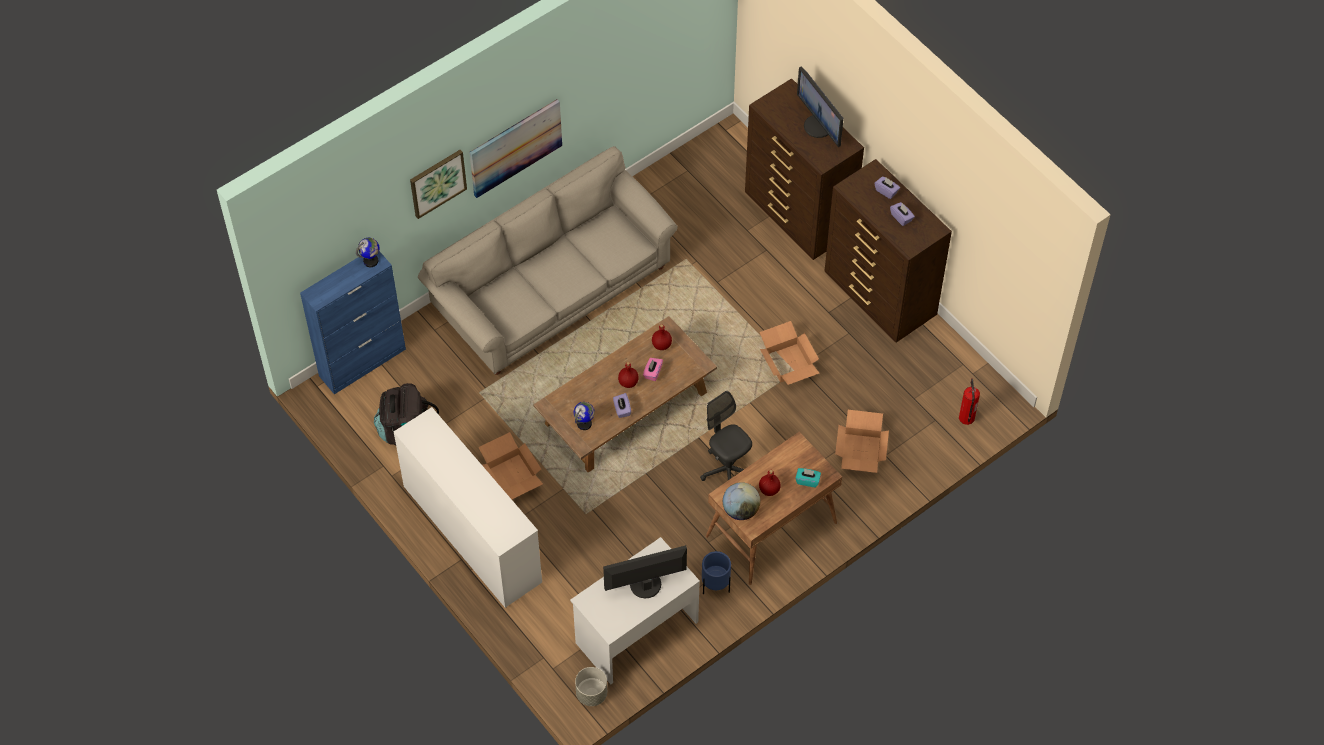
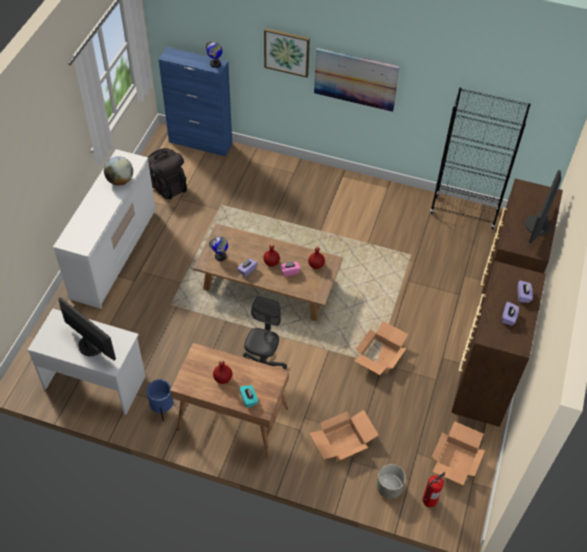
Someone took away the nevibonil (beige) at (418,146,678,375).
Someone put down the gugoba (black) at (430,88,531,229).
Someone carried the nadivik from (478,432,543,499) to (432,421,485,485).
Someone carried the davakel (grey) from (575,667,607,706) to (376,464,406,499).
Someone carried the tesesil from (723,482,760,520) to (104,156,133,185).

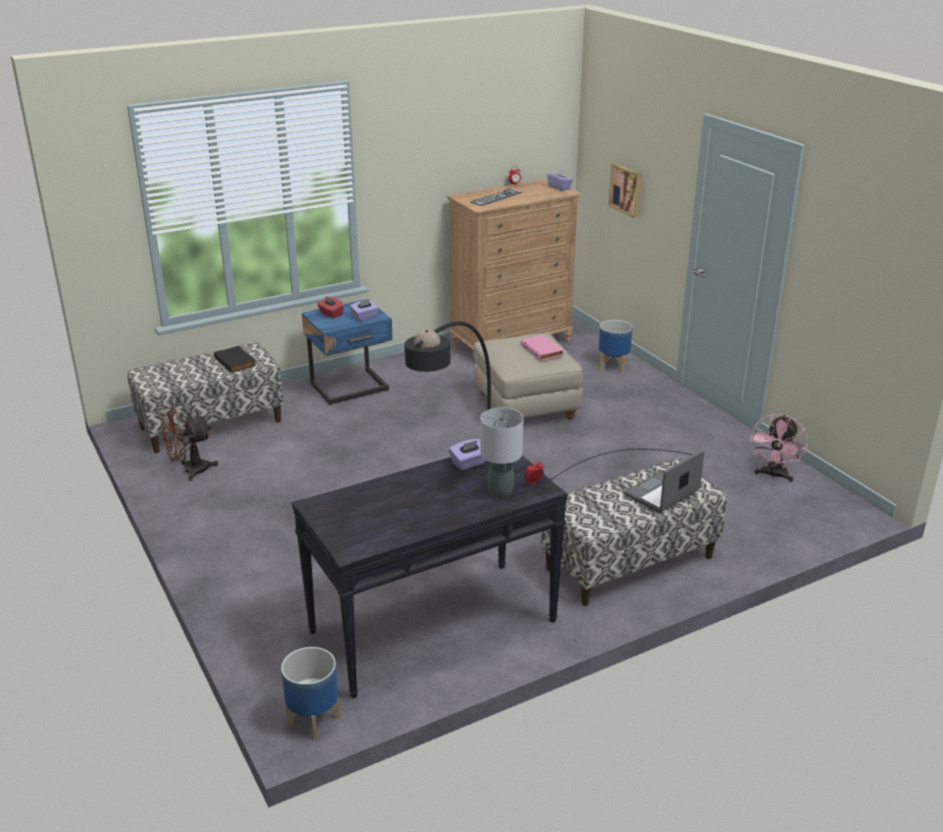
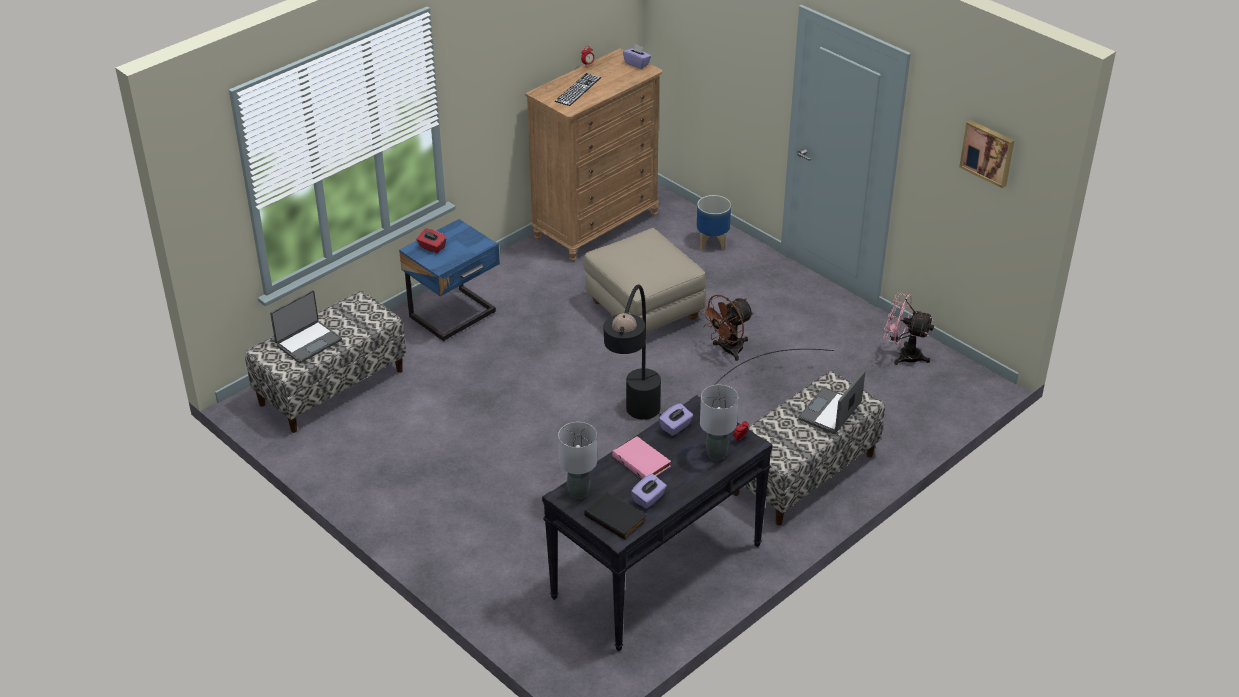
Someone took away the davakel at (281,647,340,740).
Someone put down the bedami at (270,290,342,363).
Someone put down the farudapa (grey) at (558,422,597,499).
Someone carried the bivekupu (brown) from (159,407,218,481) to (700,295,754,361).
Someone carried the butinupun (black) from (214,346,256,373) to (584,492,647,540).
Someone carried the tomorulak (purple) from (350,299,379,321) to (631,474,667,509).
Someone carried the butinupun (pink) from (521,335,564,361) to (612,436,671,479).
Someone carried the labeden from (609,163,642,218) to (959,120,1014,188).
Someone rotated the bivekupu (pink) at (750,414,808,482) by 105 degrees clockwise.

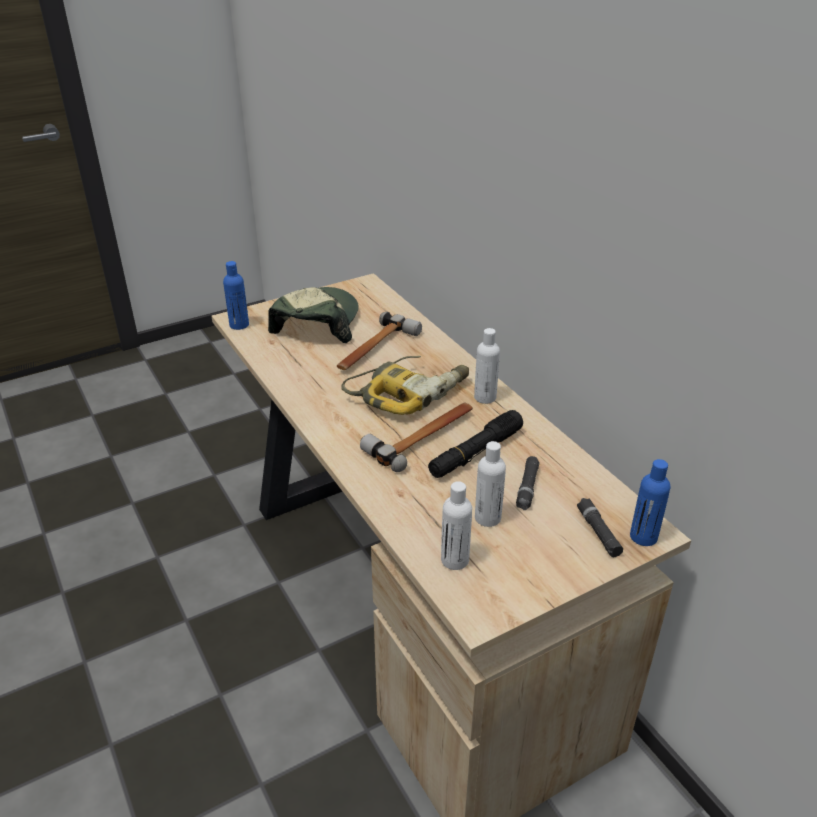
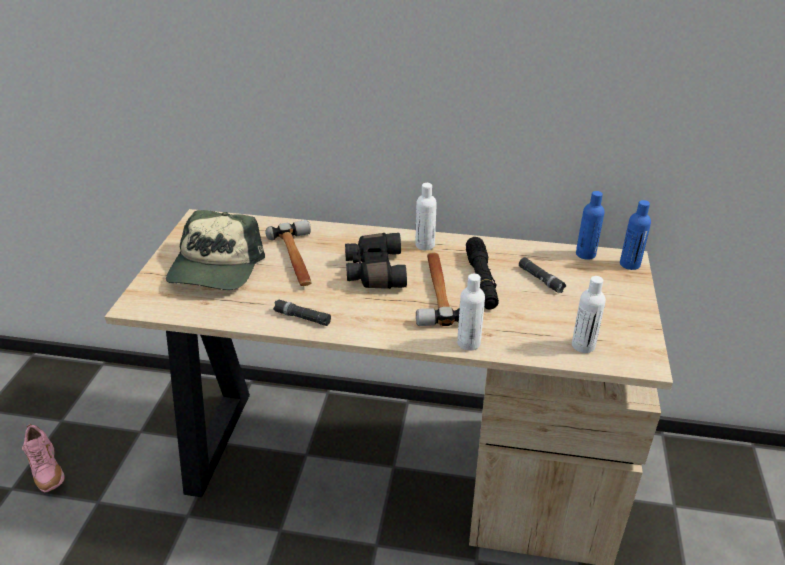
Someone put down the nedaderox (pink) at (22,424,65,493).
Someone carried the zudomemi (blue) from (223,261,249,330) to (576,191,605,260).
Someone carried the zudomemi (white) from (475,441,506,527) to (457,273,485,351).
Someone carried the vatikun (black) from (577,498,623,557) to (273,299,331,326).
Someone swapped the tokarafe at (341,356,469,415) for the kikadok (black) at (345,233,407,289).
Someone rotated the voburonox at (268,287,358,343) by 135 degrees counterclockwise.

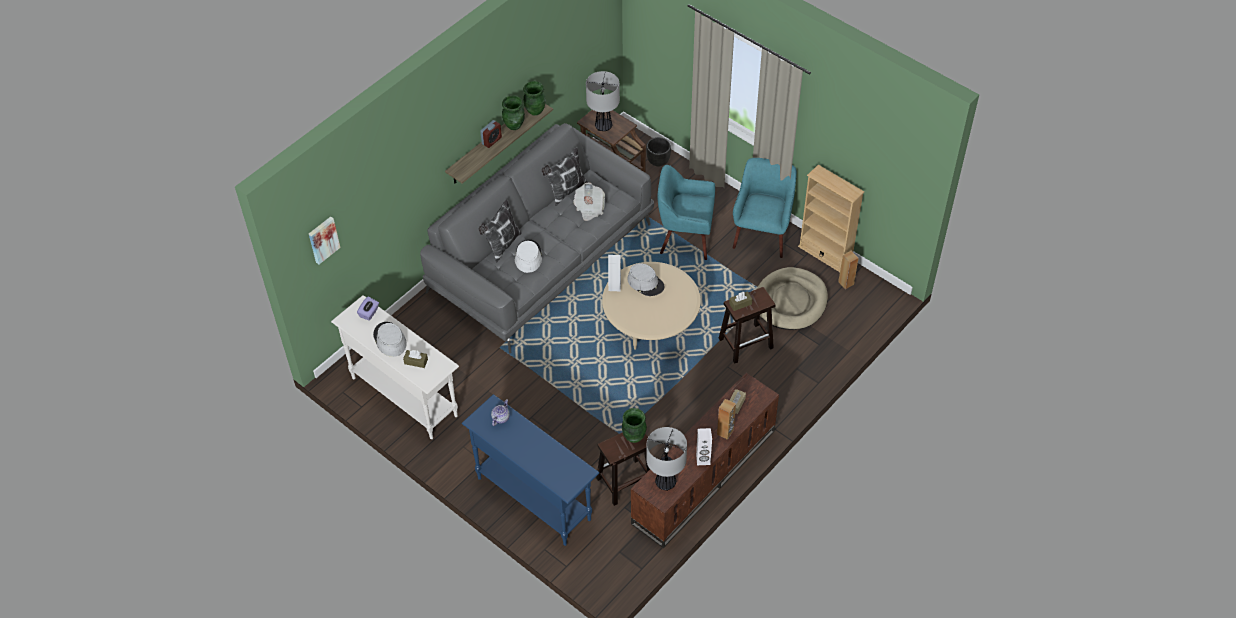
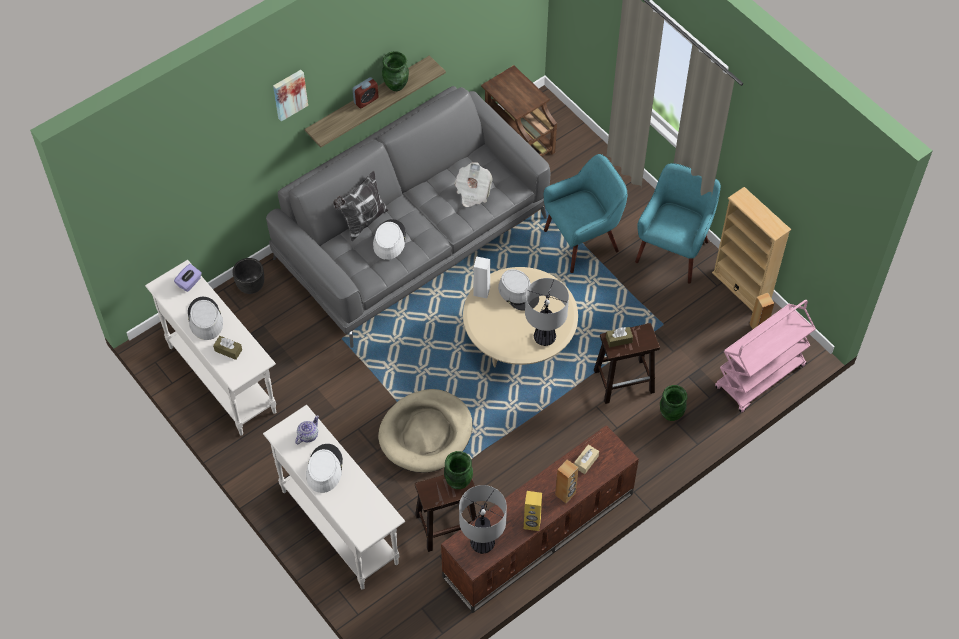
Someone took away the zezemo at (541,147,588,206).
Someone put down the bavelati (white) at (306,444,343,493).
Someone put down the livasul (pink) at (715,300,816,413).
Someone carried the labeden from (309,217,341,264) to (273,70,308,121).
Someone carried the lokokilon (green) from (523,81,546,116) to (660,385,687,421).
Someone carried the farudapa from (586,71,620,131) to (525,278,569,346).
Someone carried the davakel (black) from (646,137,671,166) to (233,258,264,294).
Someone carried the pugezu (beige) from (757,267,828,330) to (378,389,472,473).
Someone repainted the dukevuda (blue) at (462,394,600,546), which became the dukevuda (white) at (263,405,405,590).
Someone repainted the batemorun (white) at (696,428,712,465), which became the batemorun (yellow) at (524,491,542,531).
Someone rotated the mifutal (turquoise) at (657,165,715,260) by 135 degrees clockwise.

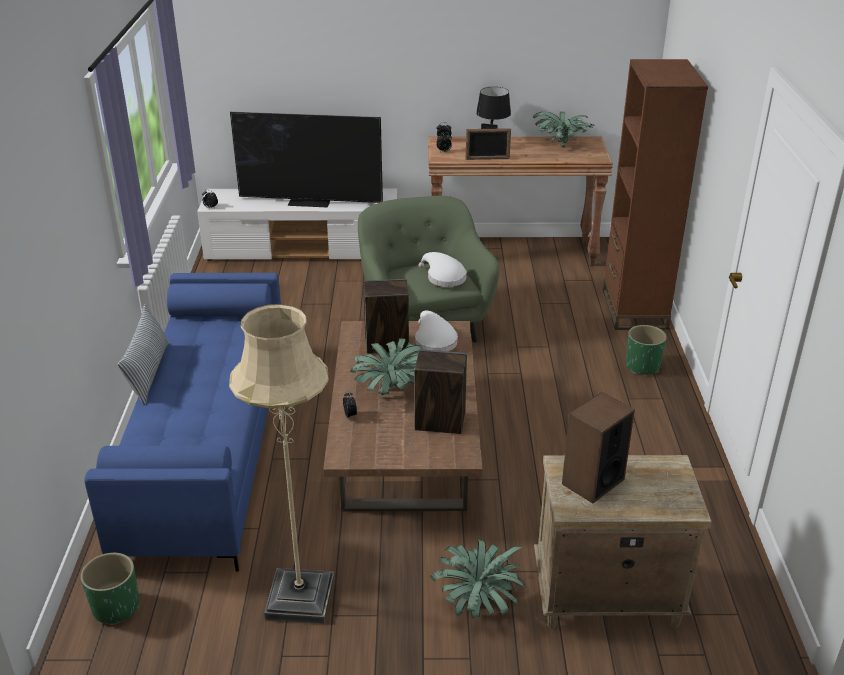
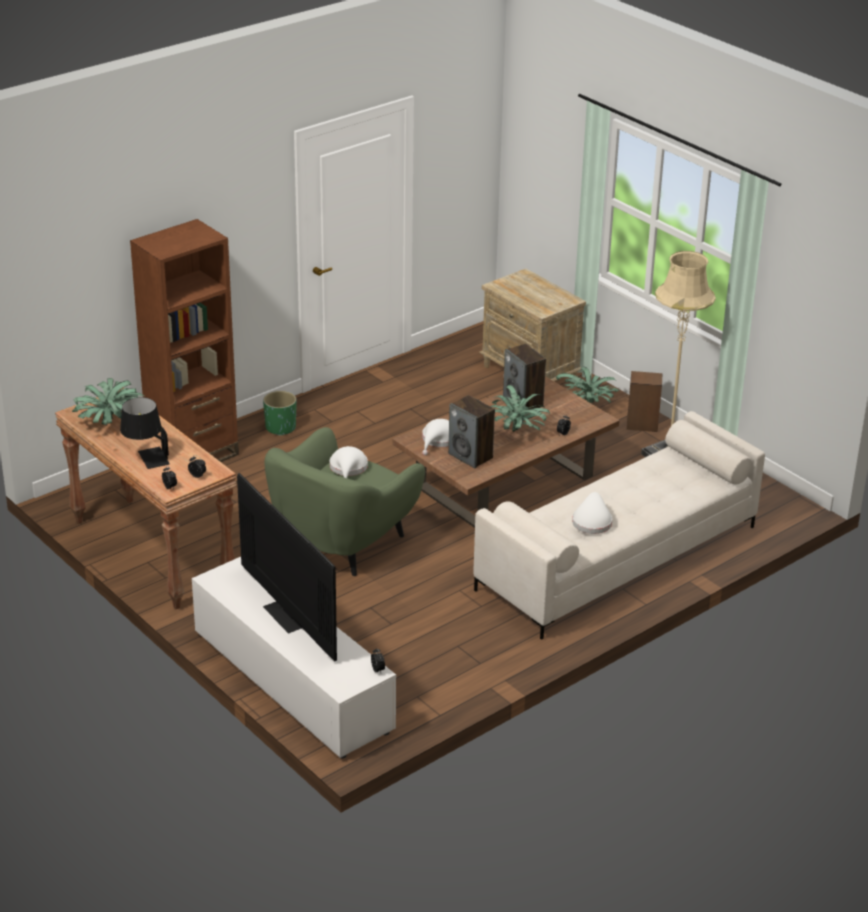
Someone took away the davakel (green) at (81,553,139,625).
Someone took away the zezemo at (118,304,168,405).
Someone took away the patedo at (466,128,511,160).
Someone put down the bavelati (white) at (572,492,612,534).
Someone carried the batemorun from (562,392,635,503) to (627,371,663,432).
Someone repainted the nevibonil (blue) at (85,273,281,572), which became the nevibonil (white) at (473,411,765,640).

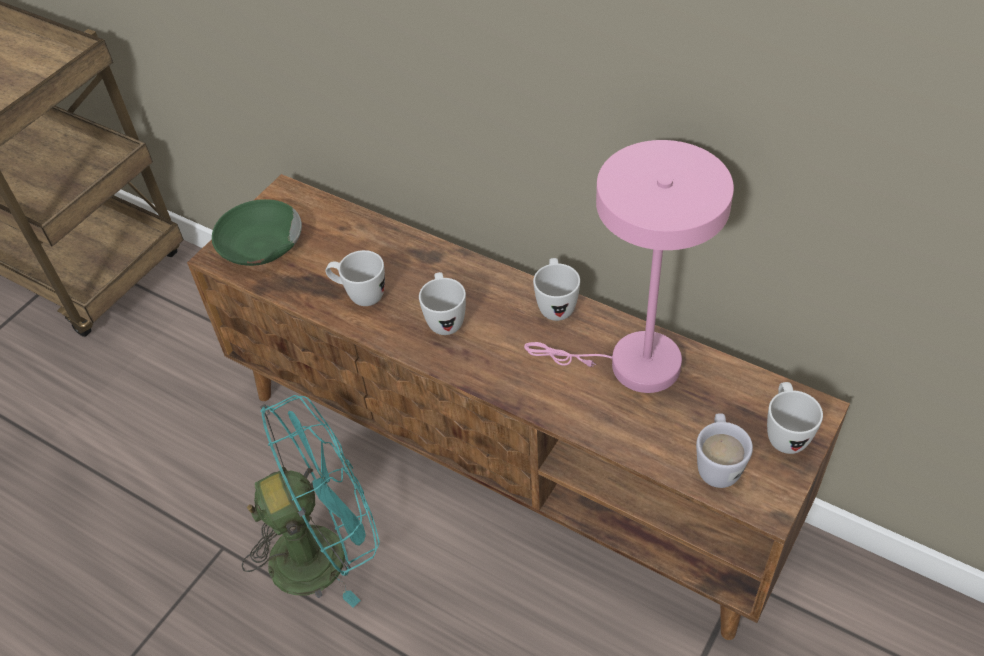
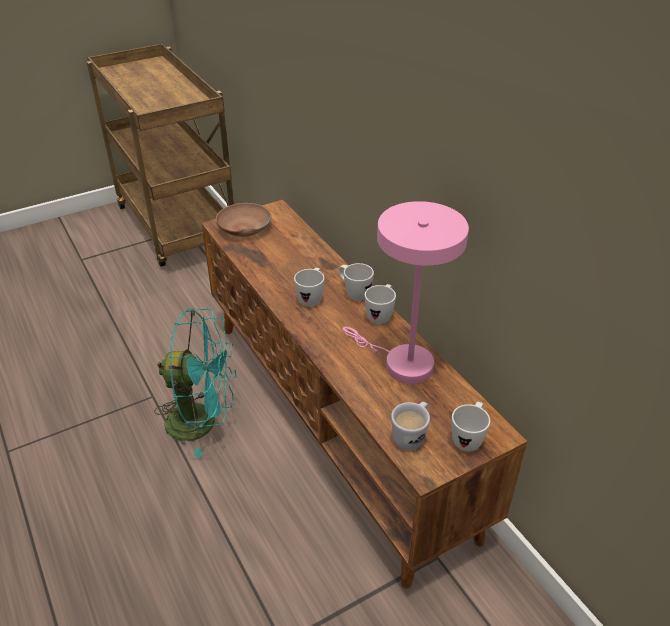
Someone carried the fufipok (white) from (326,250,385,306) to (339,263,374,300).
Someone repainted the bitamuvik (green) at (212,199,302,266), which became the bitamuvik (brown) at (216,203,271,237).

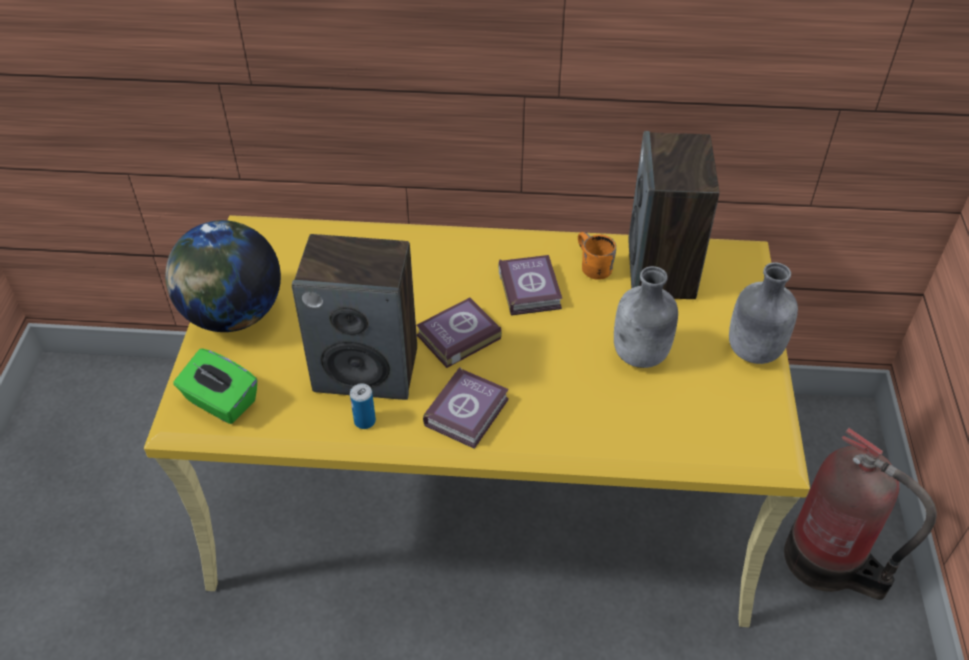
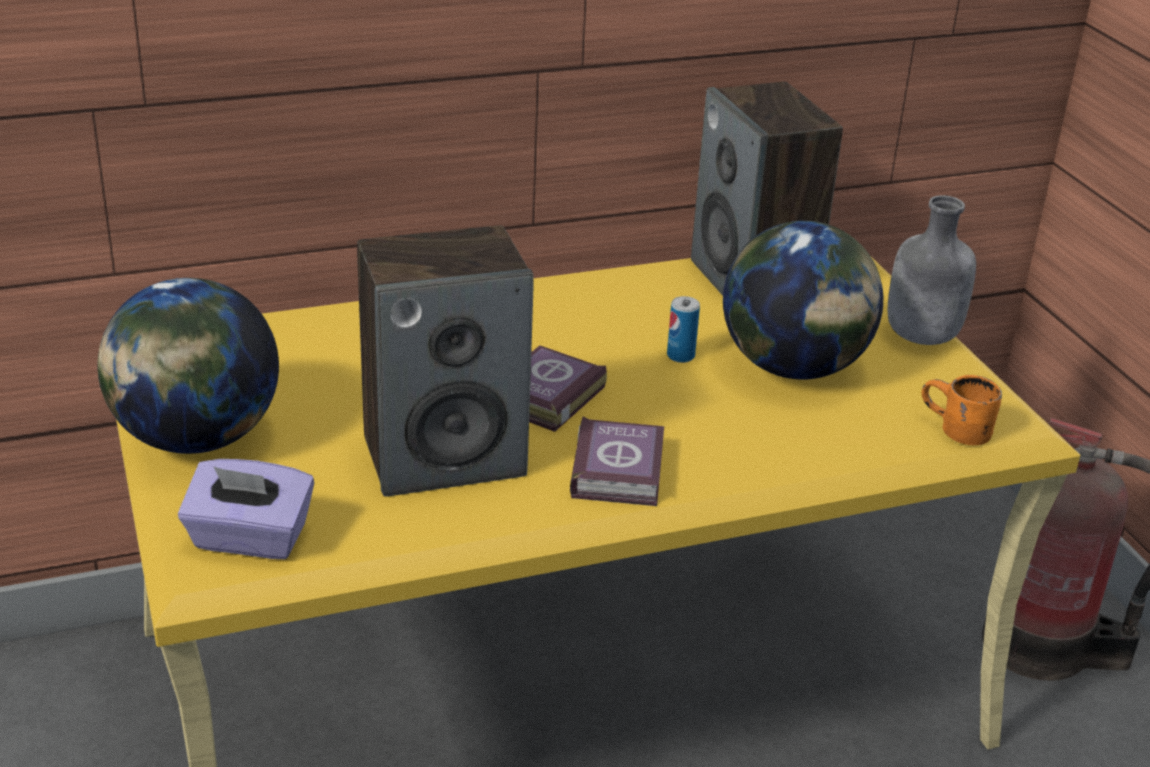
Someone took away the butinupun at (498,255,562,316).
Someone carried the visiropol from (350,384,376,429) to (667,296,700,363).
Someone carried the fufipok (orange) from (578,232,616,280) to (922,375,1002,445).
Someone swapped the zudomemi (grey) at (614,266,678,368) for the tesesil at (723,221,883,380).
Someone repainted the tomorulak (green) at (173,349,257,424), which became the tomorulak (purple) at (178,459,314,559).

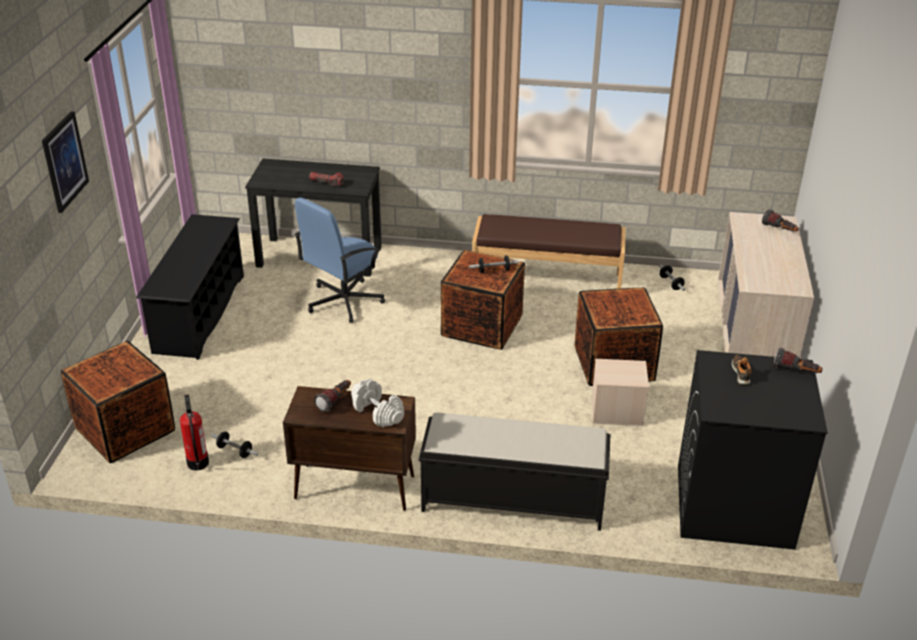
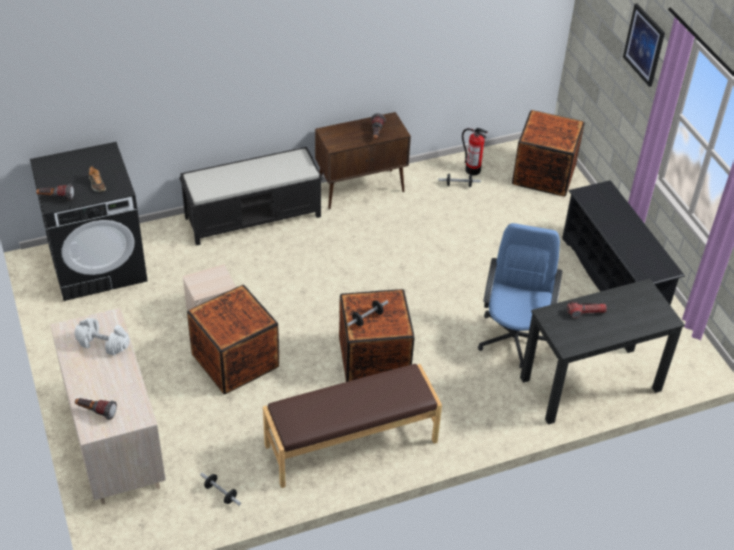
Someone carried the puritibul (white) from (351,379,404,428) to (74,318,130,355).

